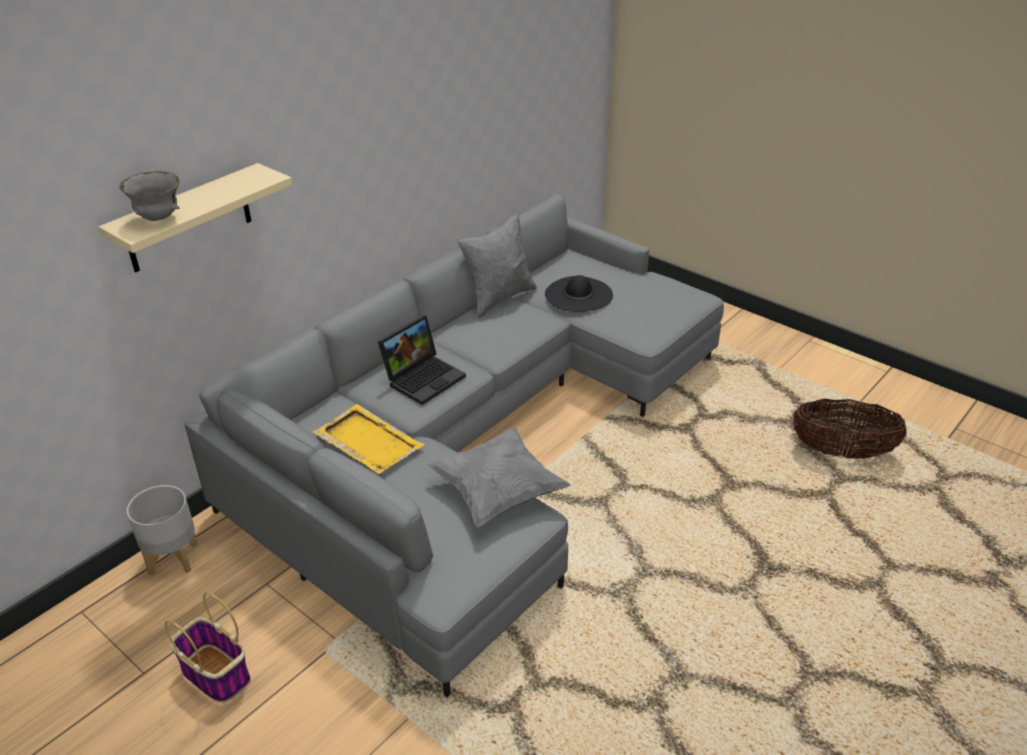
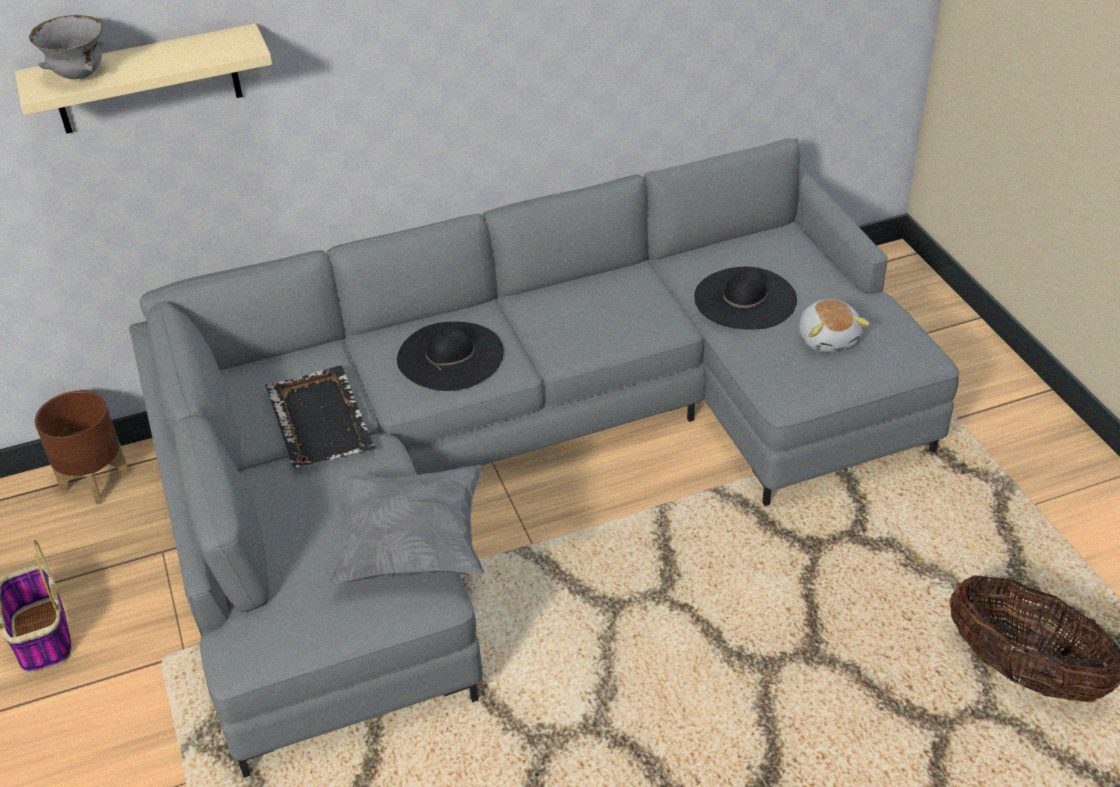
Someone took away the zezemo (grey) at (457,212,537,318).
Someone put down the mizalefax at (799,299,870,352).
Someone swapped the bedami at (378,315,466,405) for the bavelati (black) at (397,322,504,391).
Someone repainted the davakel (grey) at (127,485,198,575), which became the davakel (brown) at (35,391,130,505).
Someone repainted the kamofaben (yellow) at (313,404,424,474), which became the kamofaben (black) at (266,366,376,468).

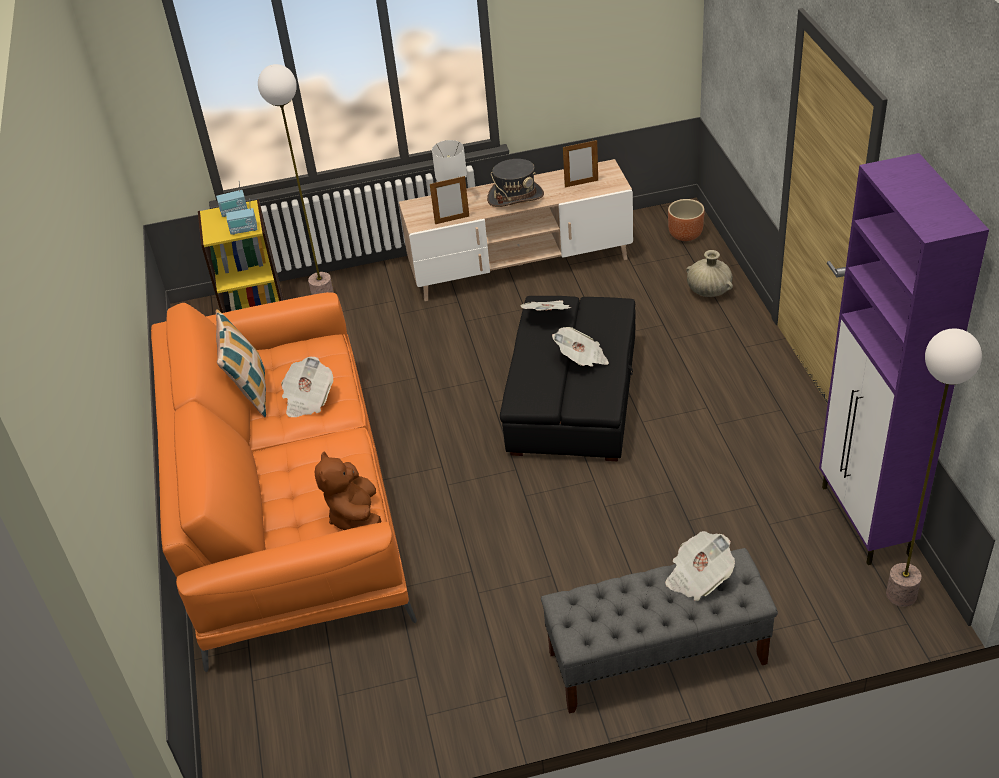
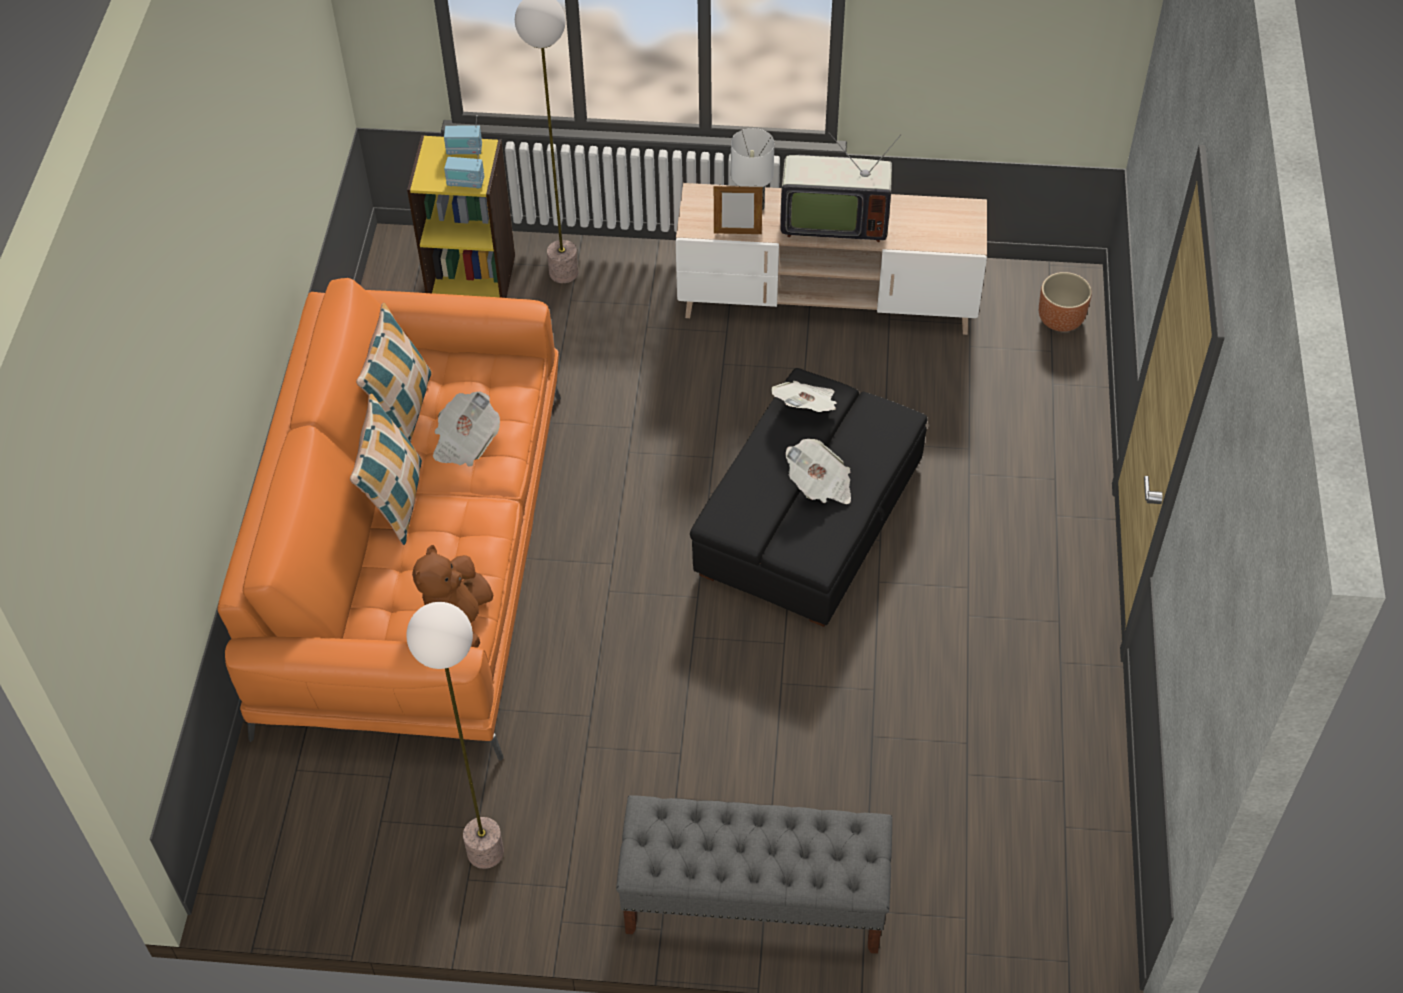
Someone took away the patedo at (563,140,598,187).
Someone took away the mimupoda at (665,531,735,601).
Someone took away the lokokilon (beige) at (686,250,733,297).
Someone took away the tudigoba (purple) at (819,153,989,565).
Someone put down the zezemo at (350,393,422,545).
Someone carried the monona from (886,328,982,607) to (406,602,504,869).
Someone swapped the bavelati (grey) at (487,159,544,207) for the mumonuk at (780,132,901,242).

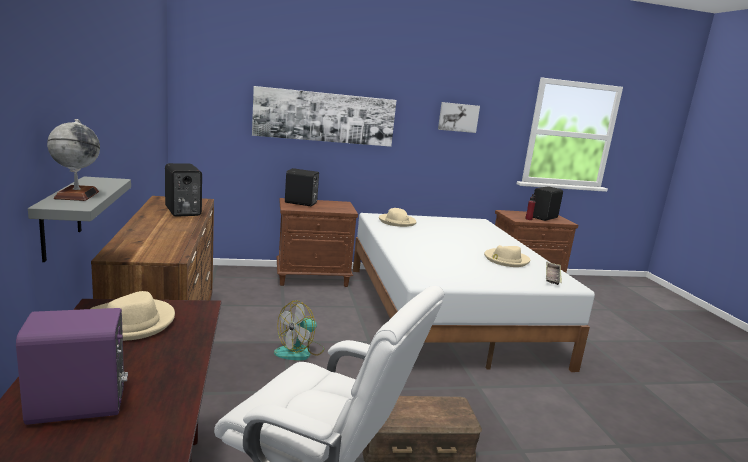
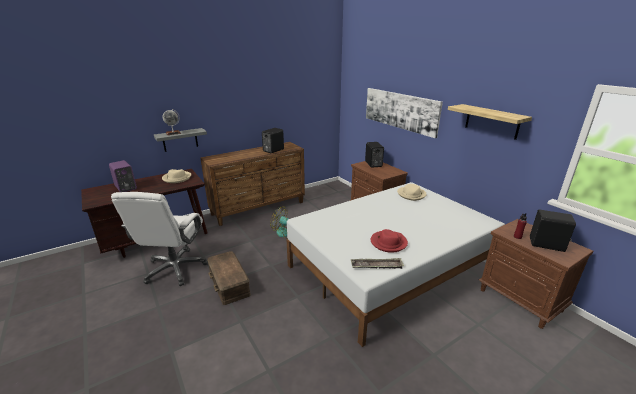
Someone swapped the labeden at (438,102,480,133) for the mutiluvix at (448,104,532,140).
Someone repainted the bavelati (beige) at (484,245,530,267), which became the bavelati (red) at (371,229,408,253).

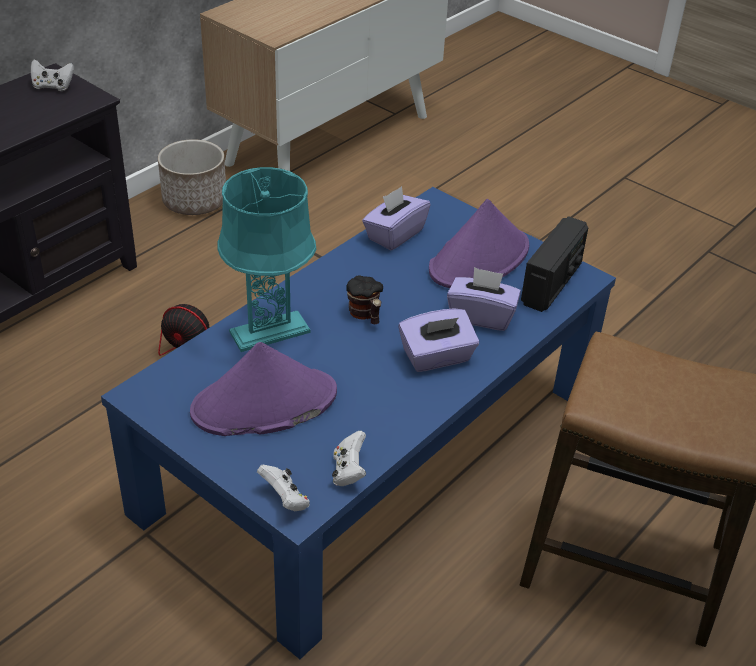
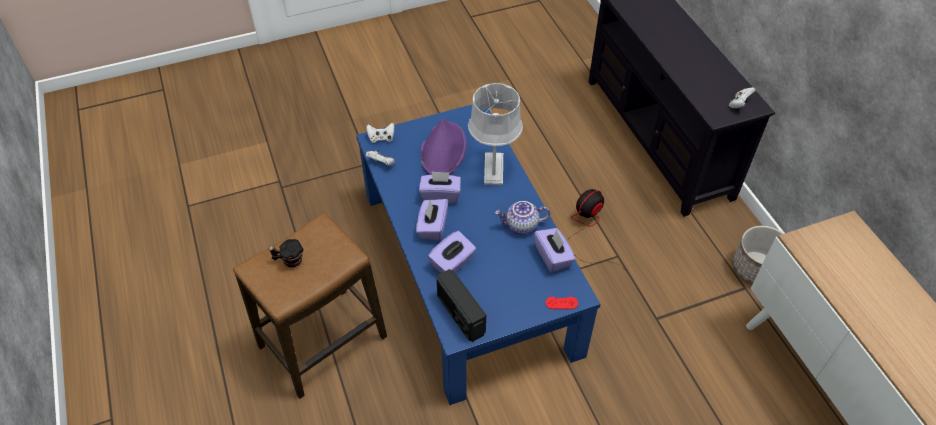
Someone took away the bavelati (purple) at (429,199,529,288).
Someone put down the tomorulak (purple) at (419,171,461,204).
Someone put down the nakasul at (495,201,550,235).
Someone put down the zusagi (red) at (545,297,578,309).
Someone carried the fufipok from (346,275,383,325) to (269,239,303,267).
Someone repainted the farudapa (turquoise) at (217,167,316,352), which became the farudapa (grey) at (468,83,523,185).

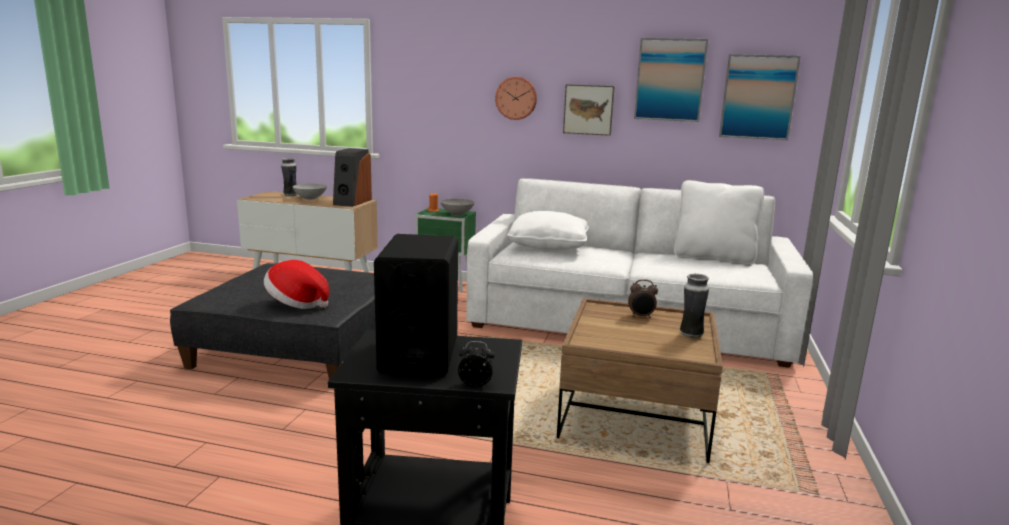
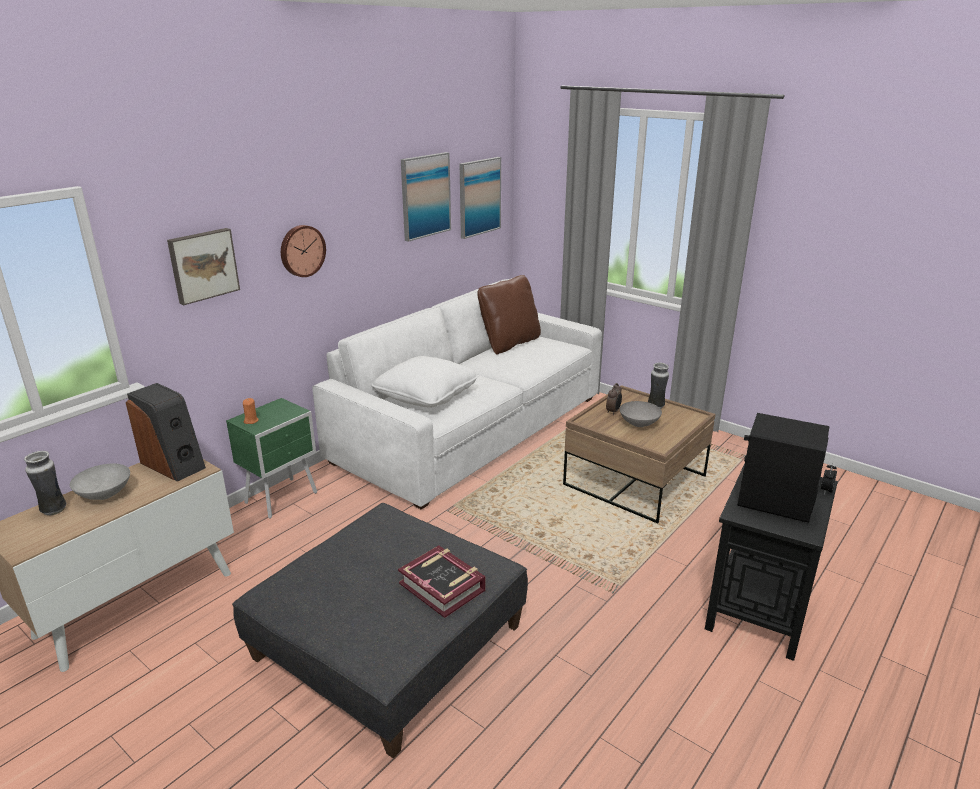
Someone carried the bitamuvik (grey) from (440,199,474,216) to (619,401,662,427).
Someone carried the labeden from (563,84,615,136) to (167,228,240,305).
Someone swapped the bavelati at (264,260,329,309) for the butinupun at (398,545,486,618).
Someone repainted the zezemo (white) at (674,180,764,264), which became the zezemo (brown) at (477,275,541,354).

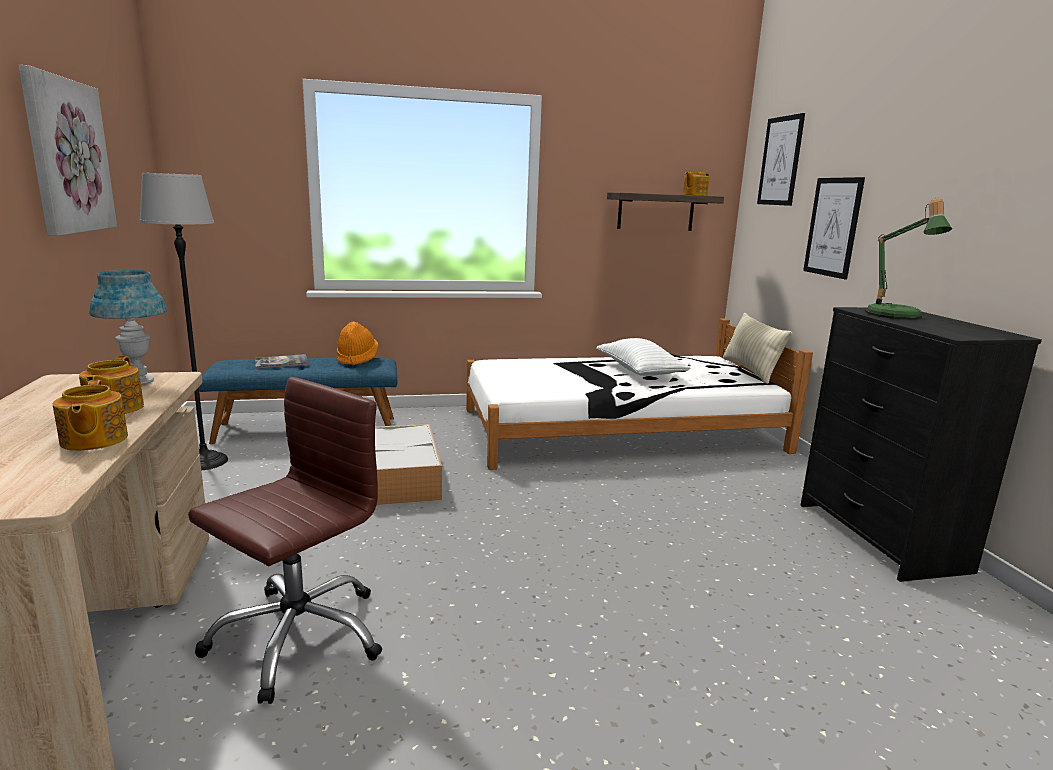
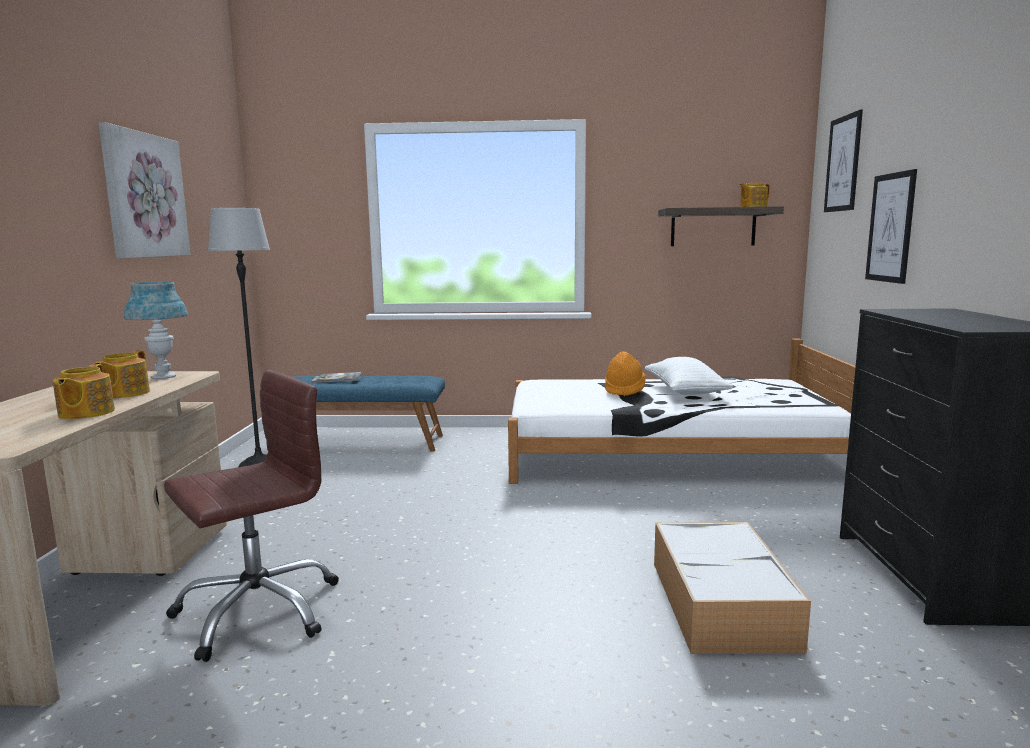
Someone took away the zezemo (beige) at (723,313,792,384).
Someone took away the farudapa at (865,198,952,320).
Someone carried the bavelati (orange) from (337,321,379,365) to (605,351,646,396).
Someone carried the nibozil from (375,424,442,505) to (654,522,811,654).

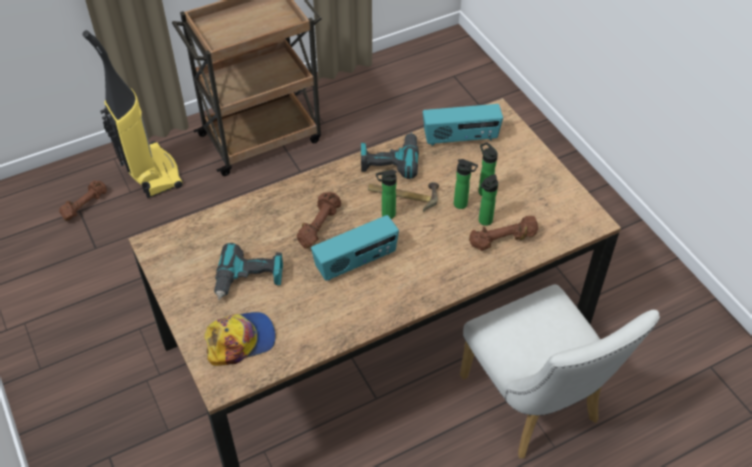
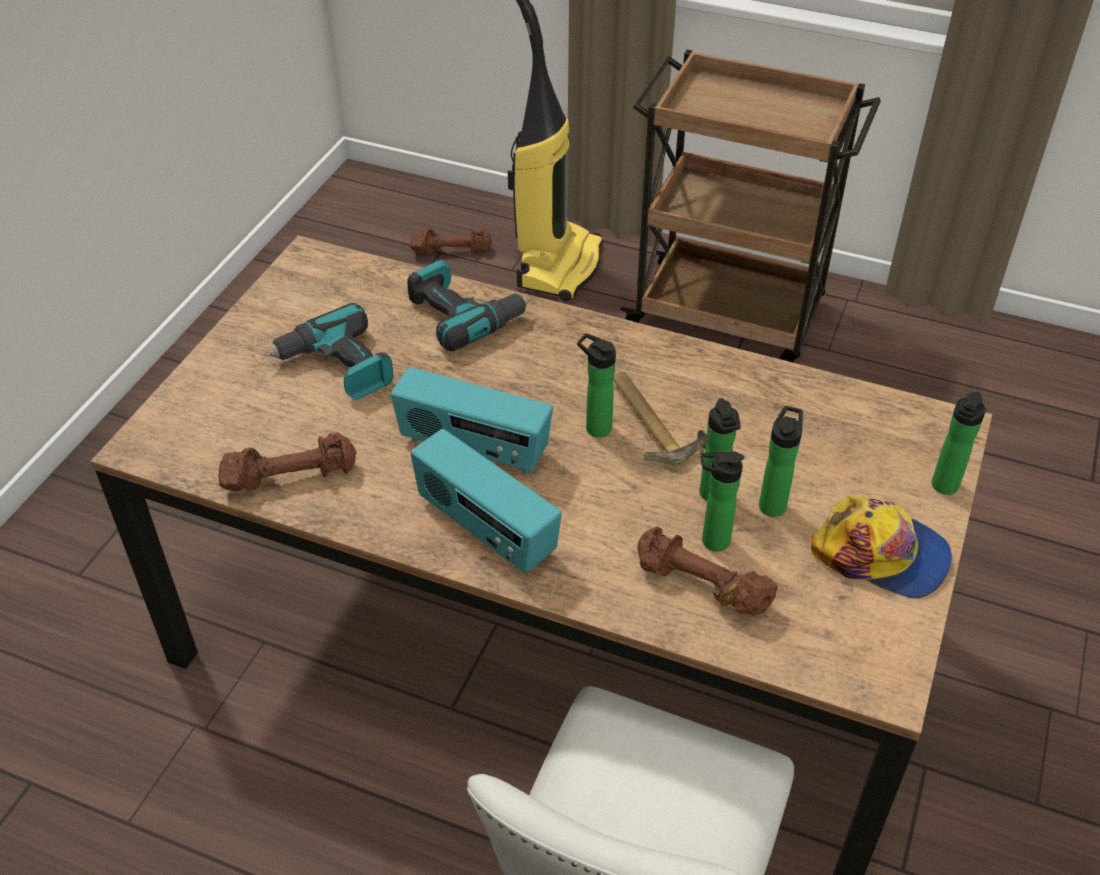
Someone put down the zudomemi at (932,392,986,495).
Someone carried the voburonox from (204,312,276,366) to (811,496,952,599).
Someone carried the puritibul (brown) from (297,192,341,249) to (218,432,356,491).
Someone carried the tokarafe from (361,132,419,179) to (407,260,531,351).
Someone carried the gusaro from (423,104,503,146) to (411,429,562,573).

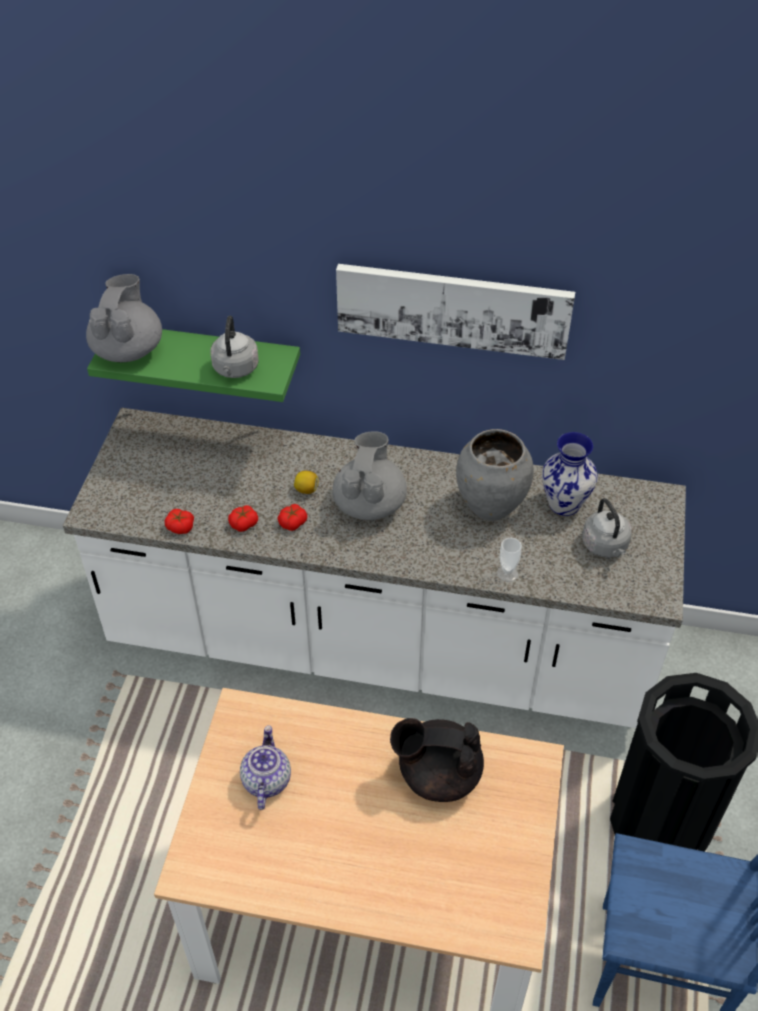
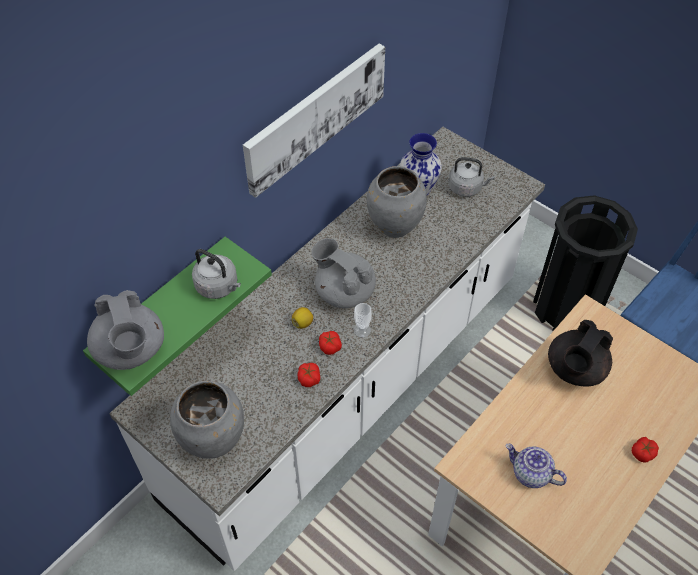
Someone put down the lokokilon (grey) at (170,381,244,459).
Someone carried the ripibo from (165,509,194,534) to (632,437,659,463).
Someone carried the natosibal from (497,538,522,582) to (354,303,372,338).
Someone rotated the nakasul (grey) at (86,274,162,362) by 150 degrees counterclockwise.

